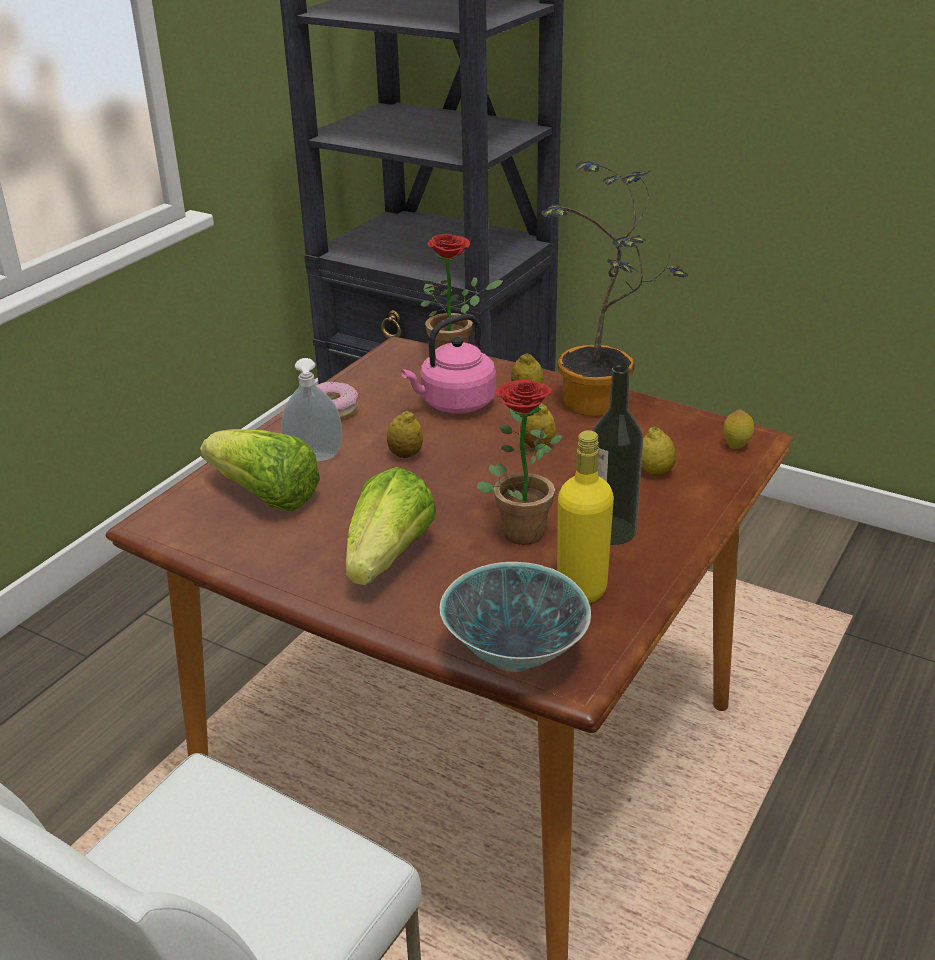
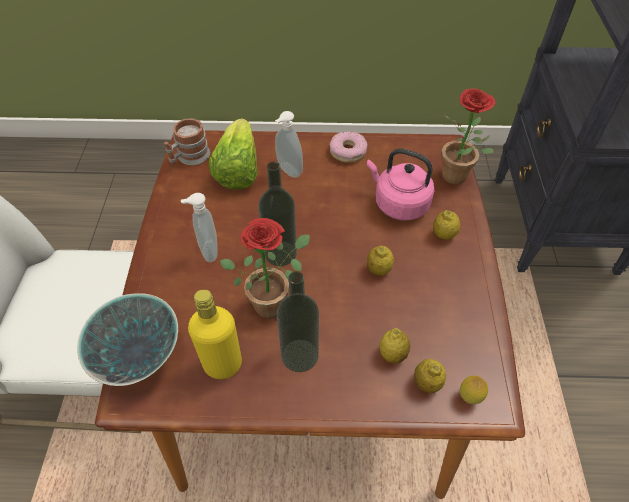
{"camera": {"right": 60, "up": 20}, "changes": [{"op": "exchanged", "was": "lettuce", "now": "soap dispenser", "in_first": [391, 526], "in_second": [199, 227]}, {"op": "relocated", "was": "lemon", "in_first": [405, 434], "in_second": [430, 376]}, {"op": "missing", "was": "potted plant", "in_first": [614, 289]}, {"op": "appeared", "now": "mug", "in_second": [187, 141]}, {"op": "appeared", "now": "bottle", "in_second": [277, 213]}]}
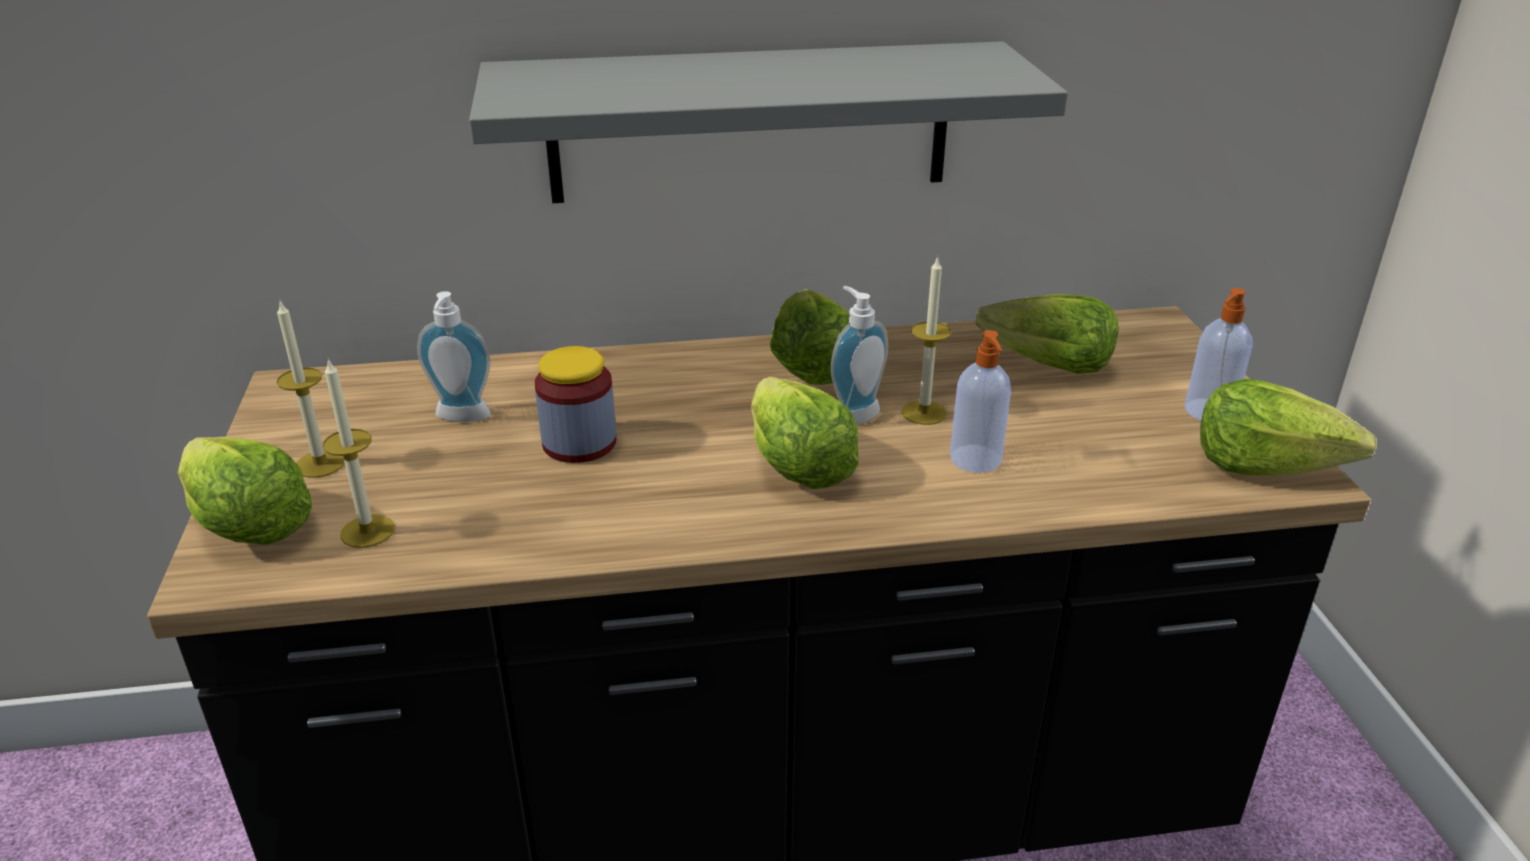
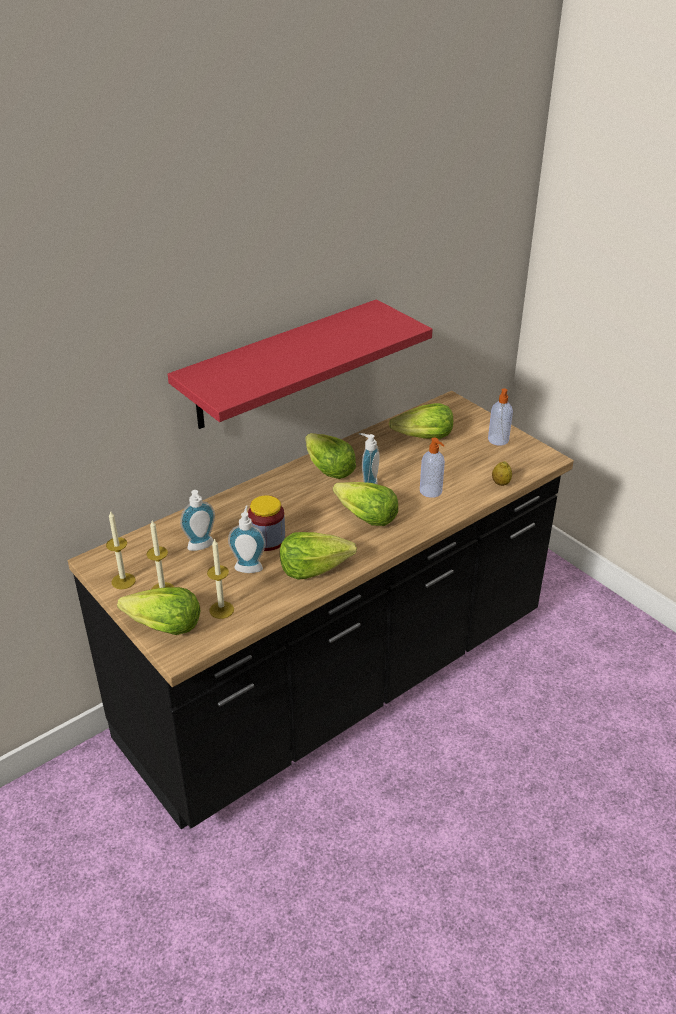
{"camera": {"right": -30, "up": 5}, "changes": [{"op": "colour", "was": "grey shelf", "now": "red shelf", "in_first": [768, 122], "in_second": [300, 364]}, {"op": "relocated", "was": "candle", "in_first": [926, 340], "in_second": [121, 549]}, {"op": "relocated", "was": "lettuce", "in_first": [1288, 427], "in_second": [318, 556]}, {"op": "appeared", "now": "soap dispenser", "in_second": [247, 539]}, {"op": "appeared", "now": "lemon", "in_second": [502, 473]}]}
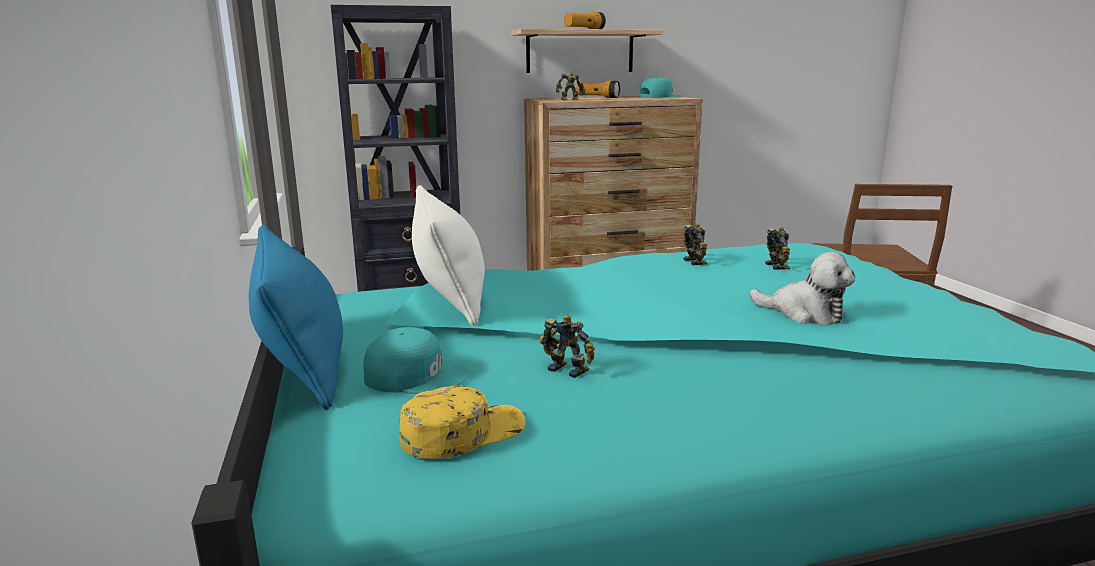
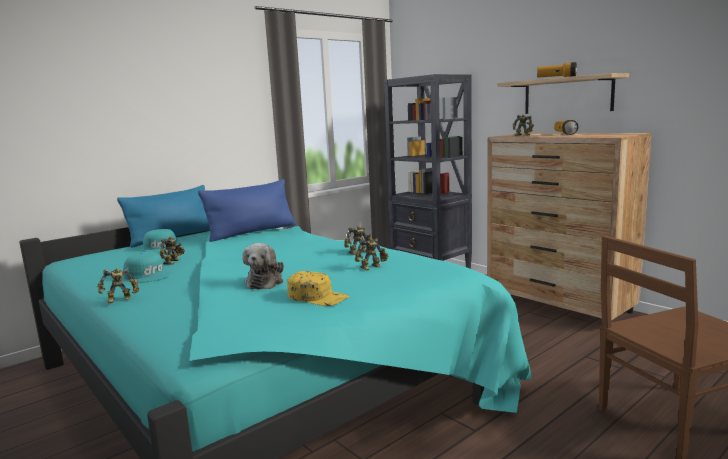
{"camera": {"right": 65, "up": -5}, "changes": [{"op": "relocated", "was": "yellow cap", "in_first": [462, 422], "in_second": [318, 288]}, {"op": "colour", "was": "white pillow", "now": "blue pillow", "in_first": [448, 255], "in_second": [247, 210]}, {"op": "relocated", "was": "turquoise cap", "in_first": [660, 87], "in_second": [148, 267]}, {"op": "appeared", "now": "toy robot", "in_second": [118, 286]}]}
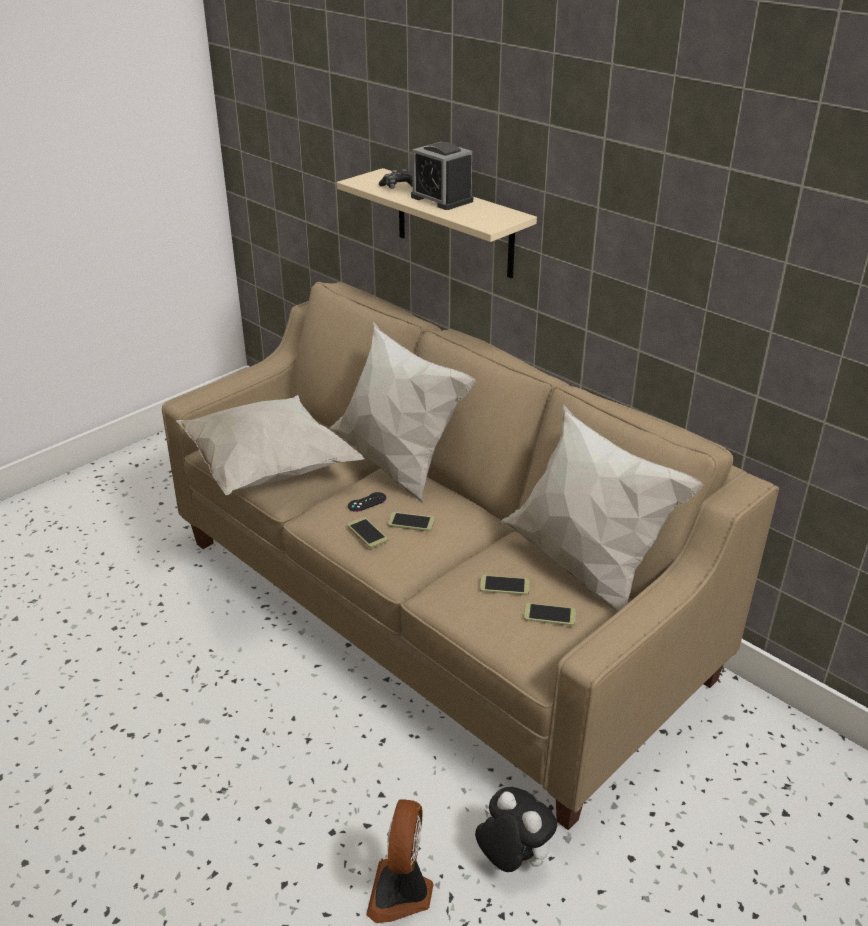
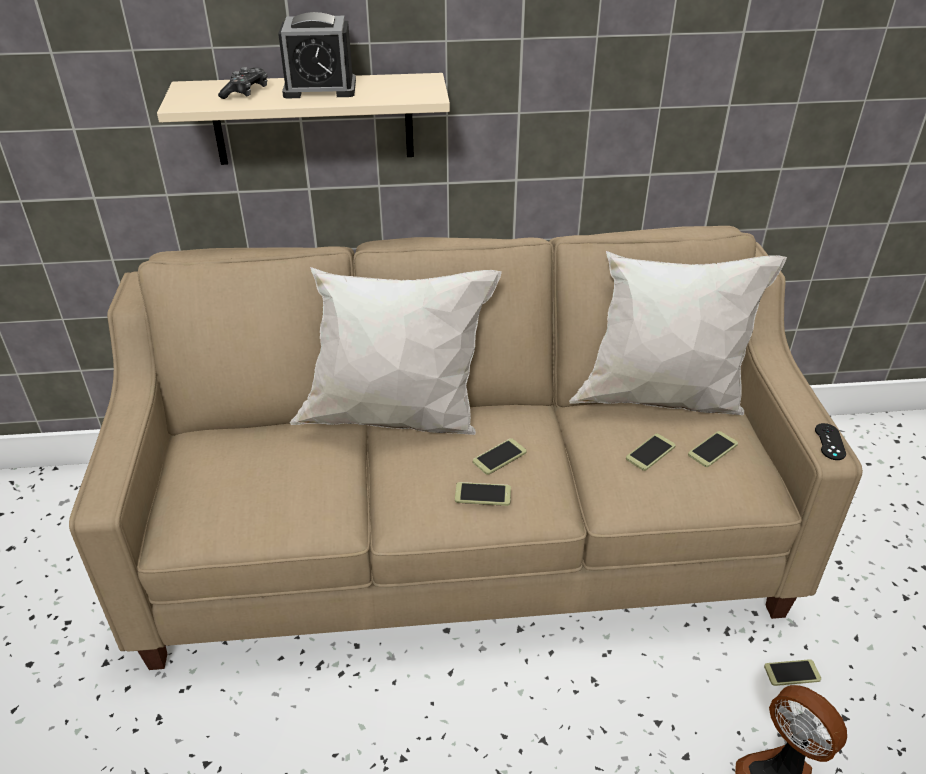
{"camera": {"right": -50, "up": 5}, "changes": [{"op": "missing", "was": "white pillow", "in_first": [270, 445]}, {"op": "relocated", "was": "black game controller", "in_first": [367, 502], "in_second": [830, 441]}, {"op": "exchanged", "was": "plush toy", "now": "phone", "in_first": [516, 829], "in_second": [792, 672]}]}
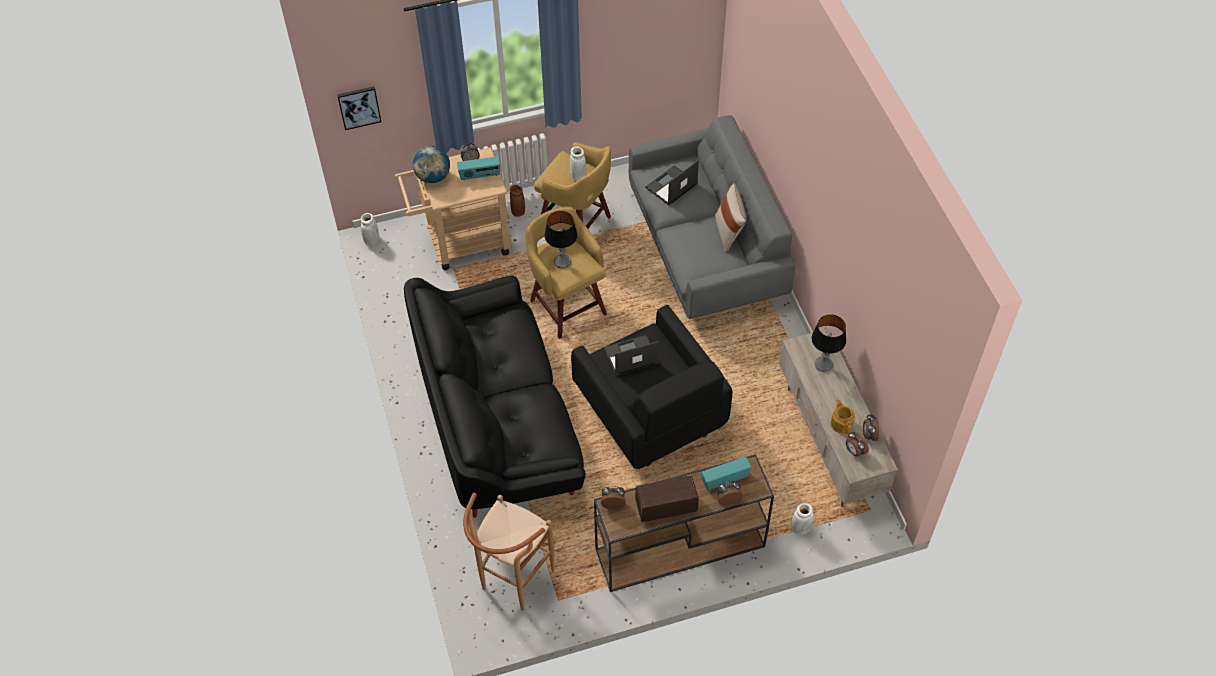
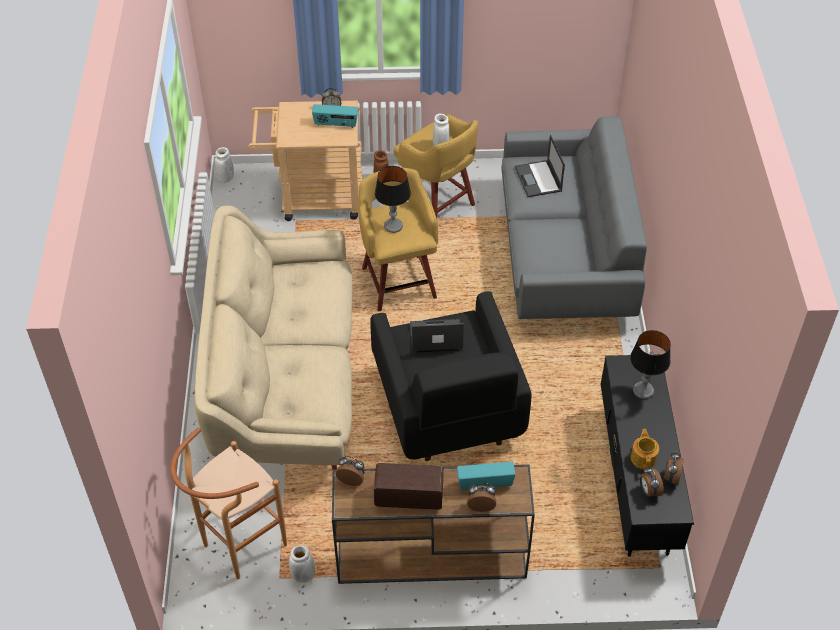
{"camera": {"right": 15, "up": -5}, "changes": [{"op": "missing", "was": "picture", "in_first": [359, 108]}, {"op": "colour", "was": "black sofa", "now": "beige sofa", "in_first": [495, 396], "in_second": [273, 337]}, {"op": "missing", "was": "globe", "in_first": [431, 164]}, {"op": "spun", "was": "laptop", "in_first": [672, 182], "in_second": [540, 165], "clockwise": -75}, {"op": "missing", "was": "beige pillow", "in_first": [731, 218]}, {"op": "colour", "was": "beige tv stand", "now": "black tv stand", "in_first": [838, 418], "in_second": [647, 455]}, {"op": "relocated", "was": "white vase", "in_first": [802, 519], "in_second": [302, 564]}]}
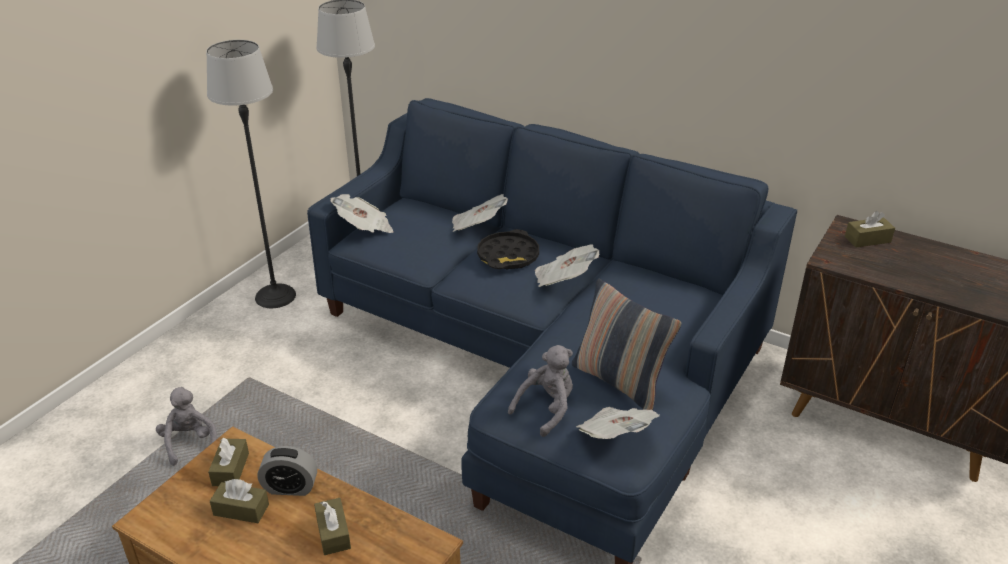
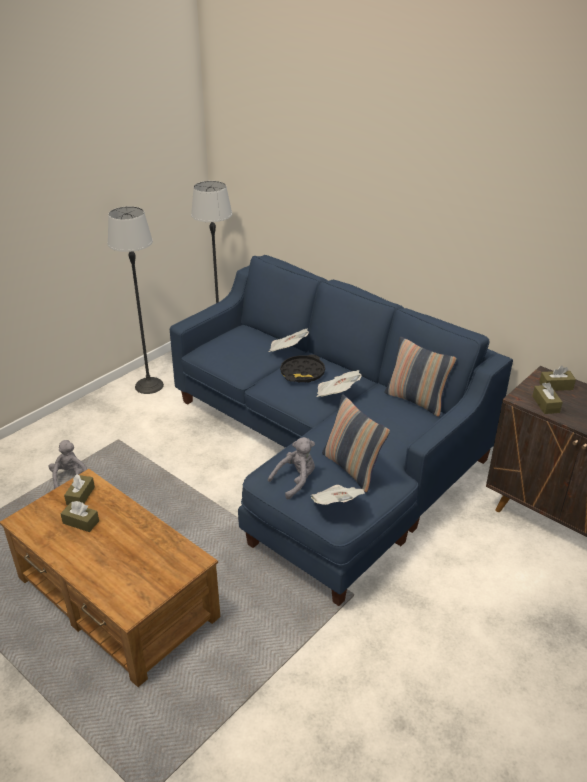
{"camera": {"right": 10, "up": 0}, "changes": [{"op": "missing", "was": "alarm clock", "in_first": [287, 471]}, {"op": "relocated", "was": "brown tissue box", "in_first": [332, 526], "in_second": [547, 398]}, {"op": "missing", "was": "newspaper", "in_first": [362, 213]}, {"op": "appeared", "now": "pillow", "in_second": [420, 377]}]}
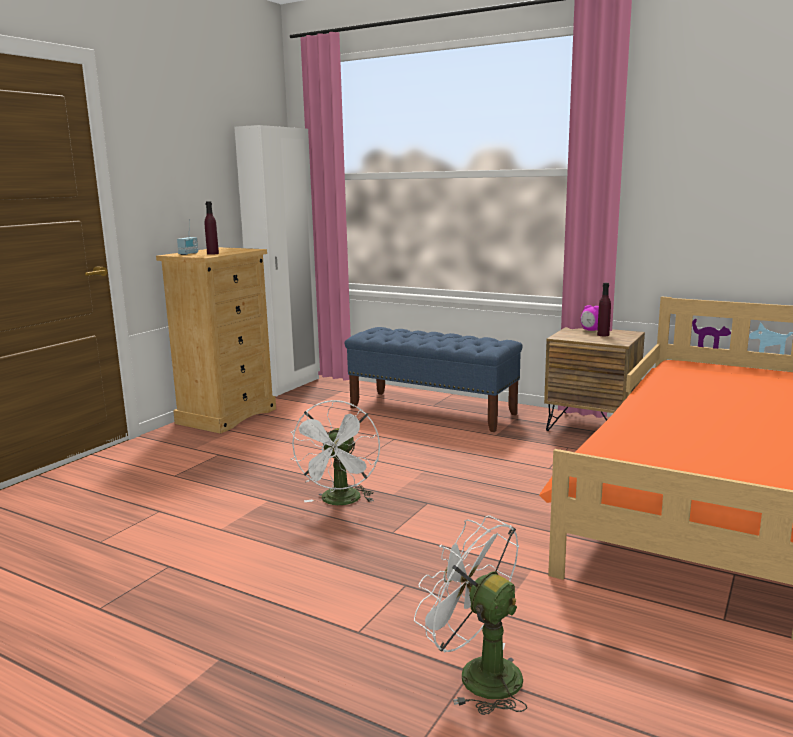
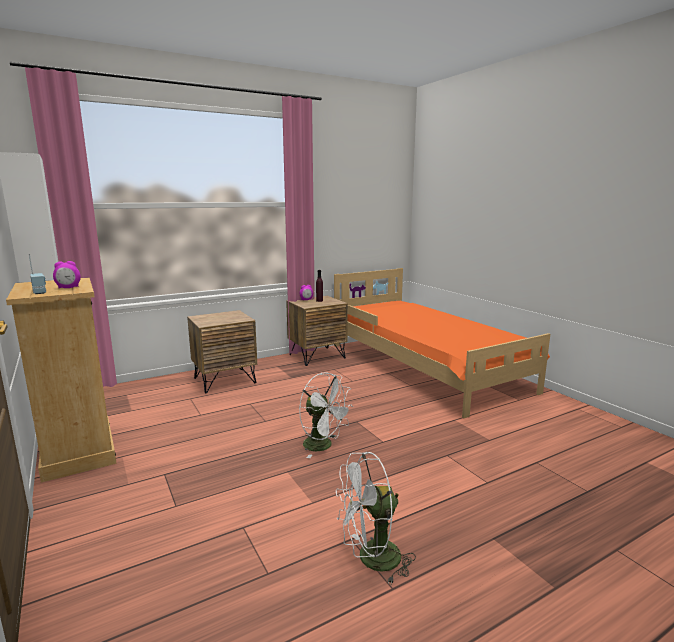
{"camera": {"right": -60, "up": 0}, "changes": [{"op": "exchanged", "was": "purple bottle", "now": "alarm clock", "in_first": [212, 228], "in_second": [67, 274]}, {"op": "exchanged", "was": "blue bench", "now": "brown nightstand", "in_first": [434, 379], "in_second": [222, 351]}, {"op": "relocated", "was": "white fan", "in_first": [470, 615], "in_second": [376, 518]}]}
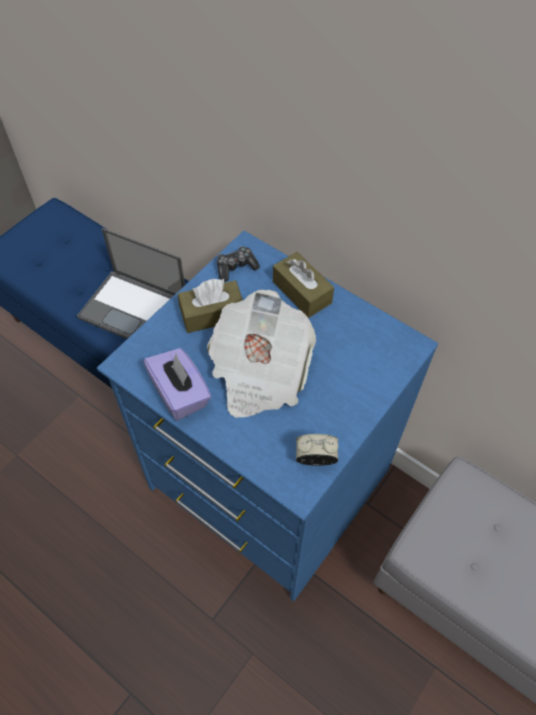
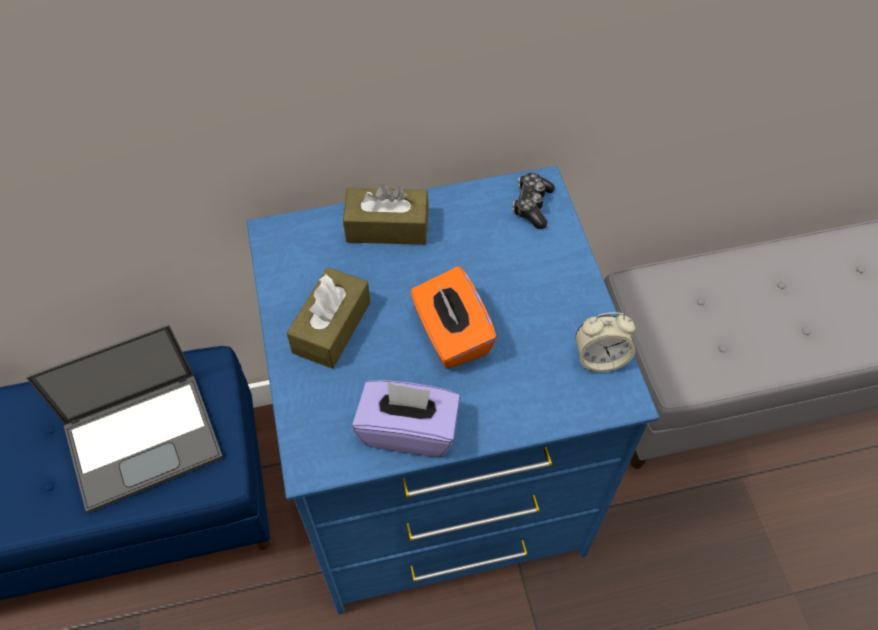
{"camera": {"right": -50, "up": 0}, "changes": [{"op": "exchanged", "was": "newspaper", "now": "orange tissue box", "in_first": [261, 354], "in_second": [453, 317]}, {"op": "relocated", "was": "game controller", "in_first": [238, 264], "in_second": [534, 201]}, {"op": "spun", "was": "alarm clock", "in_first": [317, 450], "in_second": [606, 342], "clockwise": -135}]}
